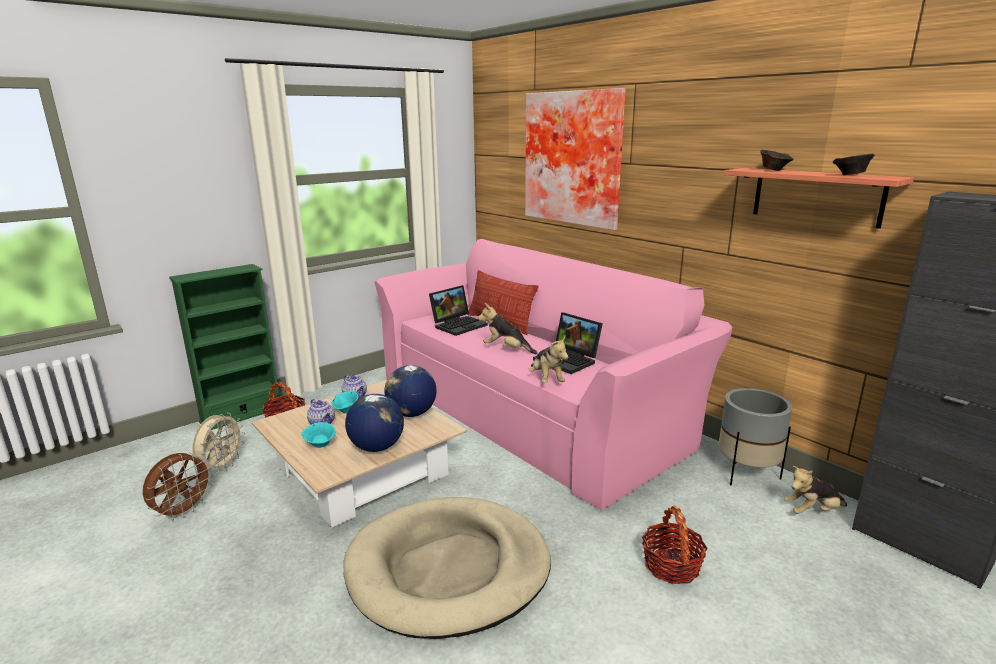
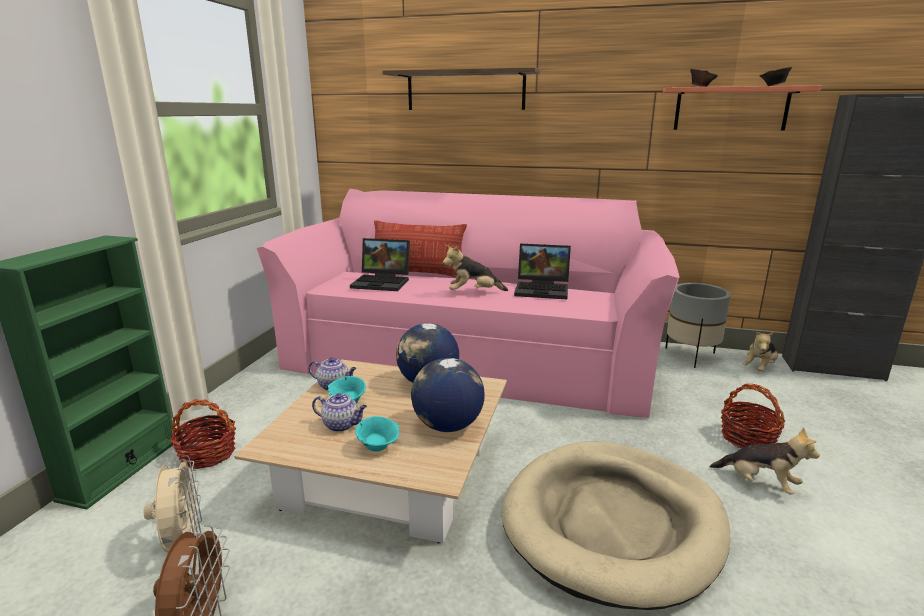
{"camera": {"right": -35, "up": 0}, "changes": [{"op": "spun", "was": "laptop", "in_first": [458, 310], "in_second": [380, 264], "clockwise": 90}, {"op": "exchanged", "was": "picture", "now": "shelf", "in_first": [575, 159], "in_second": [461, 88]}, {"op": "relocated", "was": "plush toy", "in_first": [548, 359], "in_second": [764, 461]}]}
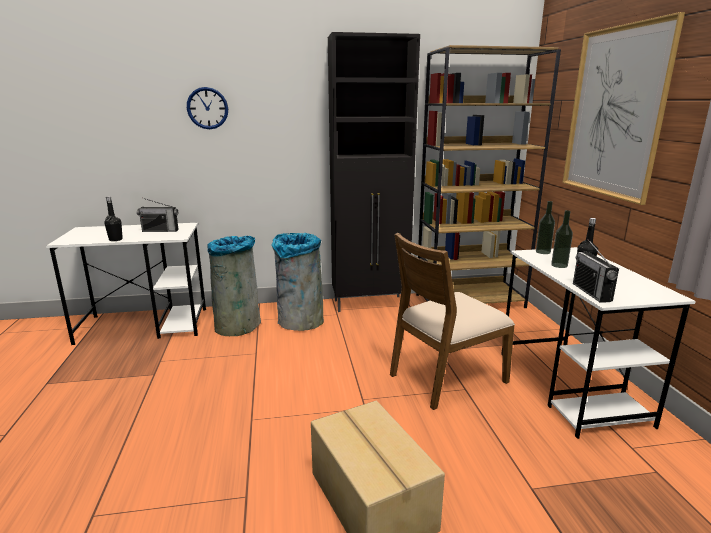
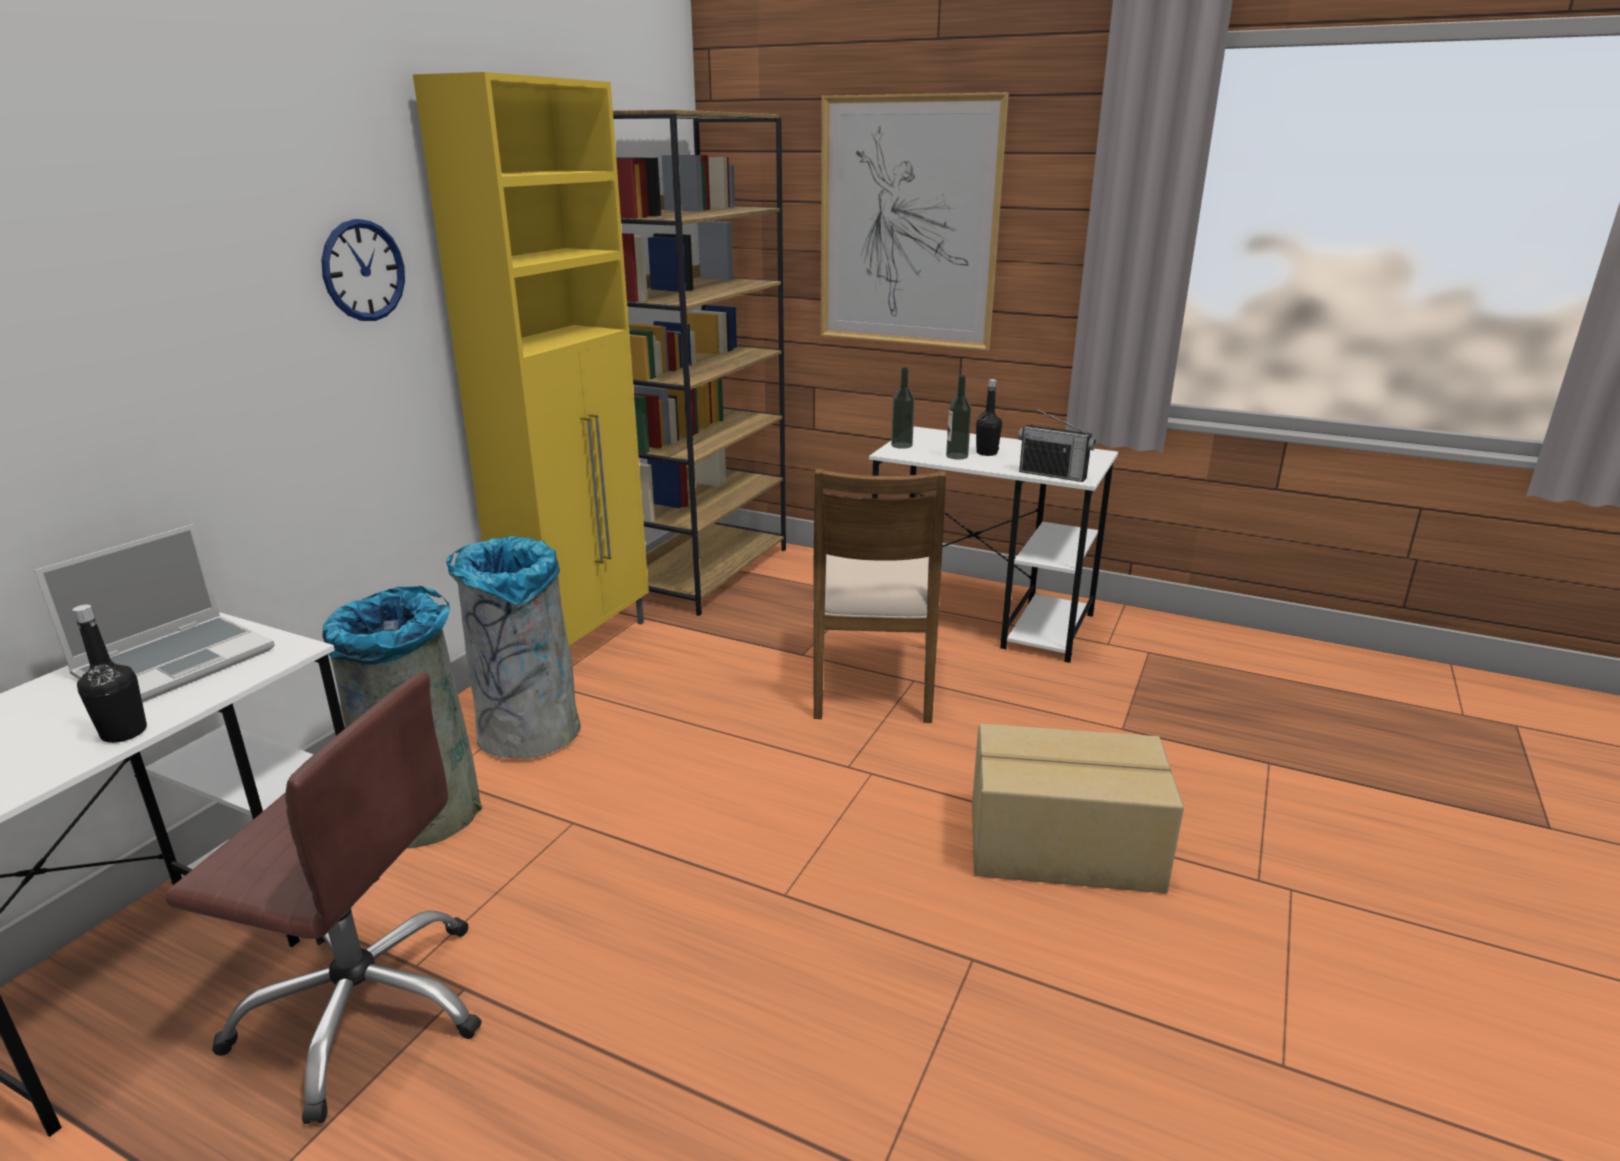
{"camera": {"right": -55, "up": 5}, "changes": [{"op": "exchanged", "was": "radio", "now": "laptop", "in_first": [157, 215], "in_second": [154, 613]}, {"op": "relocated", "was": "wall clock", "in_first": [207, 108], "in_second": [363, 270]}, {"op": "colour", "was": "black cabinet", "now": "yellow cabinet", "in_first": [374, 172], "in_second": [531, 359]}, {"op": "appeared", "now": "brown office chair", "in_second": [323, 898]}]}
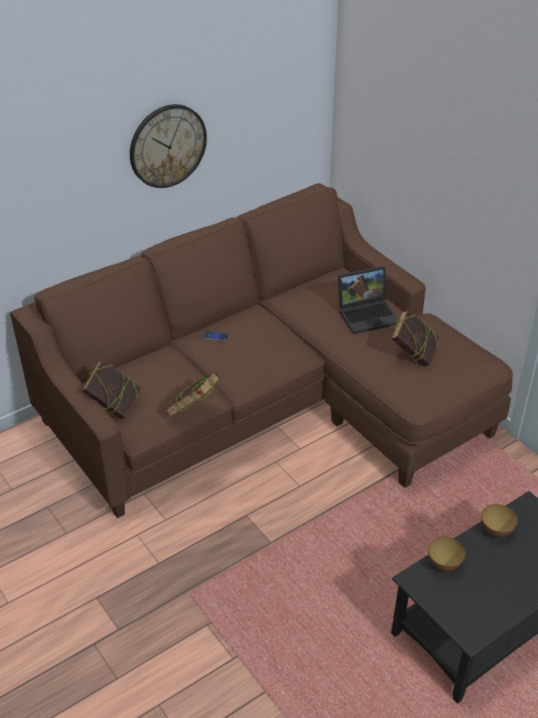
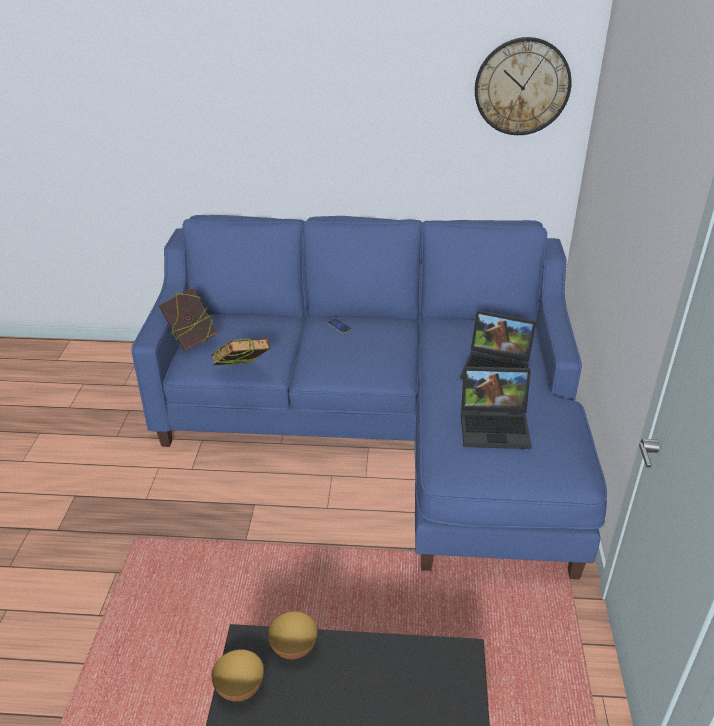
{"camera": {"right": 40, "up": -5}, "changes": [{"op": "colour", "was": "brown sofa", "now": "blue sofa", "in_first": [261, 350], "in_second": [369, 397]}, {"op": "relocated", "was": "wall clock", "in_first": [168, 146], "in_second": [523, 86]}, {"op": "exchanged", "was": "book", "now": "laptop", "in_first": [415, 338], "in_second": [496, 407]}, {"op": "relocated", "was": "bowl", "in_first": [499, 520], "in_second": [238, 675]}]}
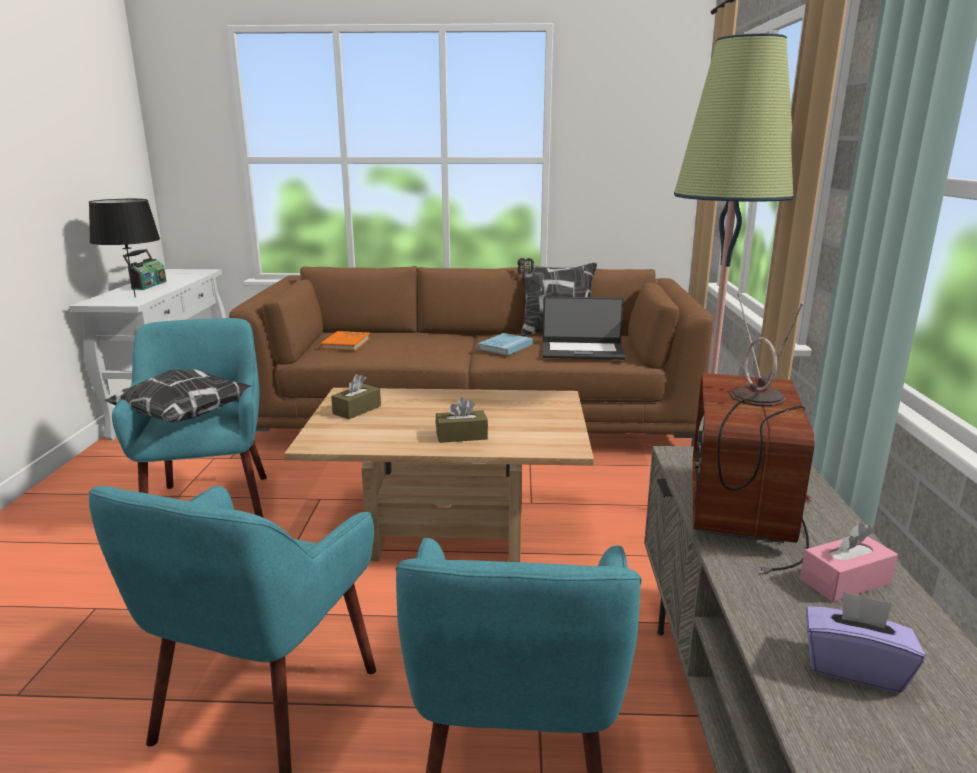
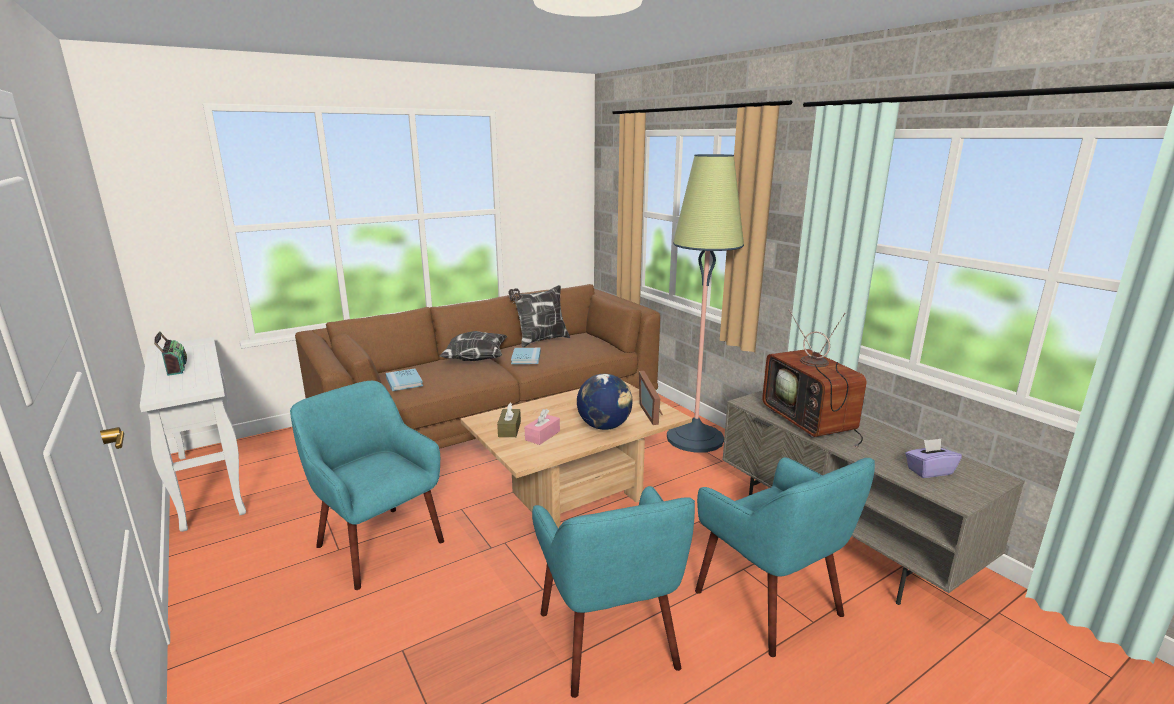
{"camera": {"right": -35, "up": 0}, "changes": [{"op": "missing", "was": "black table lamp", "in_first": [124, 248]}, {"op": "relocated", "was": "pillow", "in_first": [178, 396], "in_second": [473, 346]}, {"op": "colour", "was": "orange book", "now": "blue book", "in_first": [345, 341], "in_second": [404, 379]}, {"op": "exchanged", "was": "brown tissue box", "now": "globe", "in_first": [462, 420], "in_second": [605, 402]}, {"op": "missing", "was": "laptop", "in_first": [584, 328]}, {"op": "relocated", "was": "pink tissue box", "in_first": [849, 562], "in_second": [542, 427]}, {"op": "appeared", "now": "picture frame", "in_second": [651, 398]}]}
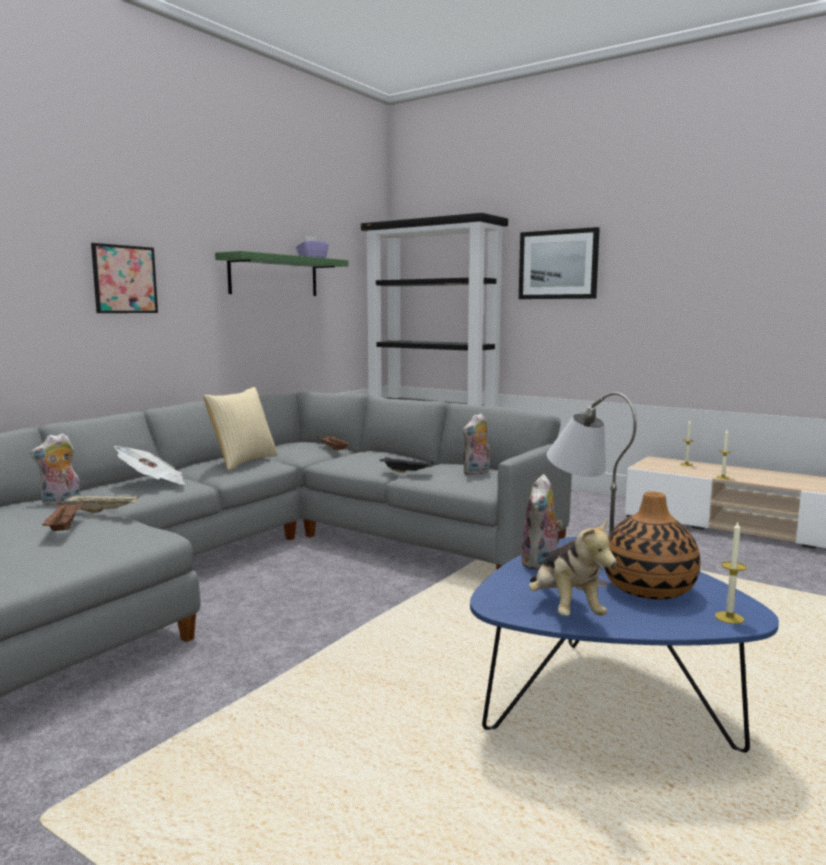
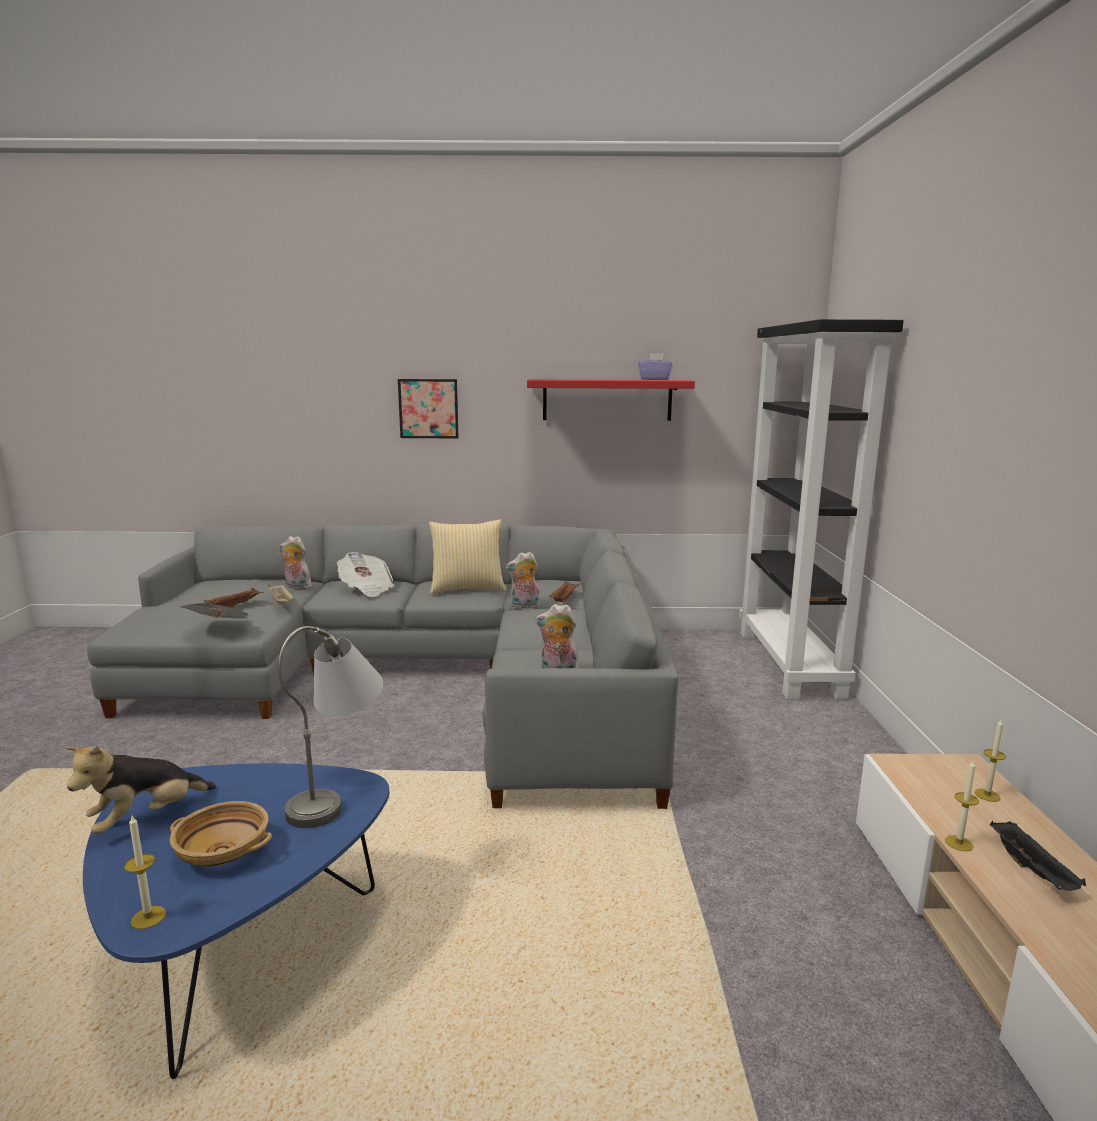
{"camera": {"right": 55, "up": 5}, "changes": [{"op": "colour", "was": "green shelf", "now": "red shelf", "in_first": [282, 273], "in_second": [611, 400]}, {"op": "relocated", "was": "black tray", "in_first": [407, 465], "in_second": [1038, 856]}, {"op": "missing", "was": "picture", "in_first": [559, 263]}, {"op": "relocated", "was": "plush toy", "in_first": [542, 522], "in_second": [522, 580]}, {"op": "exchanged", "was": "vase", "now": "beige bowl", "in_first": [652, 545], "in_second": [220, 833]}, {"op": "appeared", "now": "newspaper", "in_second": [214, 611]}]}
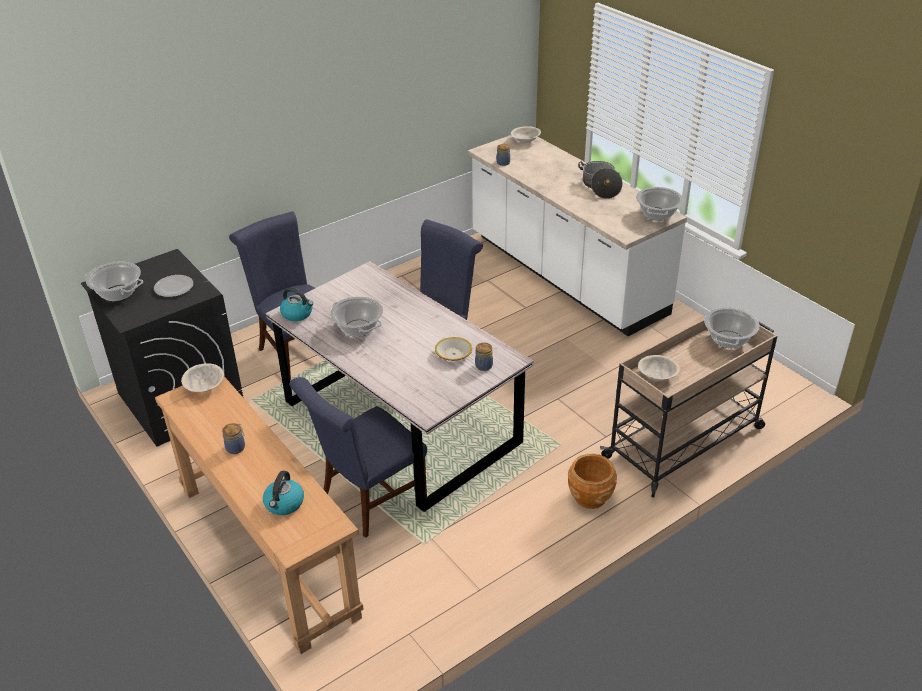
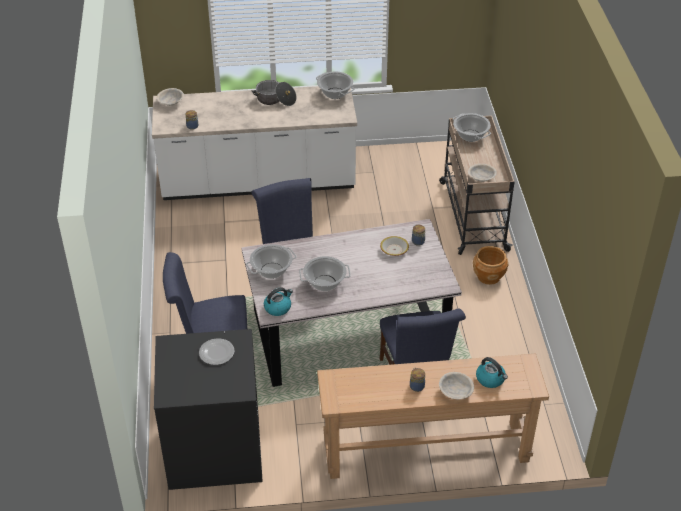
{"camera": {"right": -60, "up": 5}, "changes": [{"op": "relocated", "was": "cooking pot", "in_first": [114, 281], "in_second": [271, 261]}, {"op": "relocated", "was": "beige bowl", "in_first": [202, 377], "in_second": [456, 385]}]}
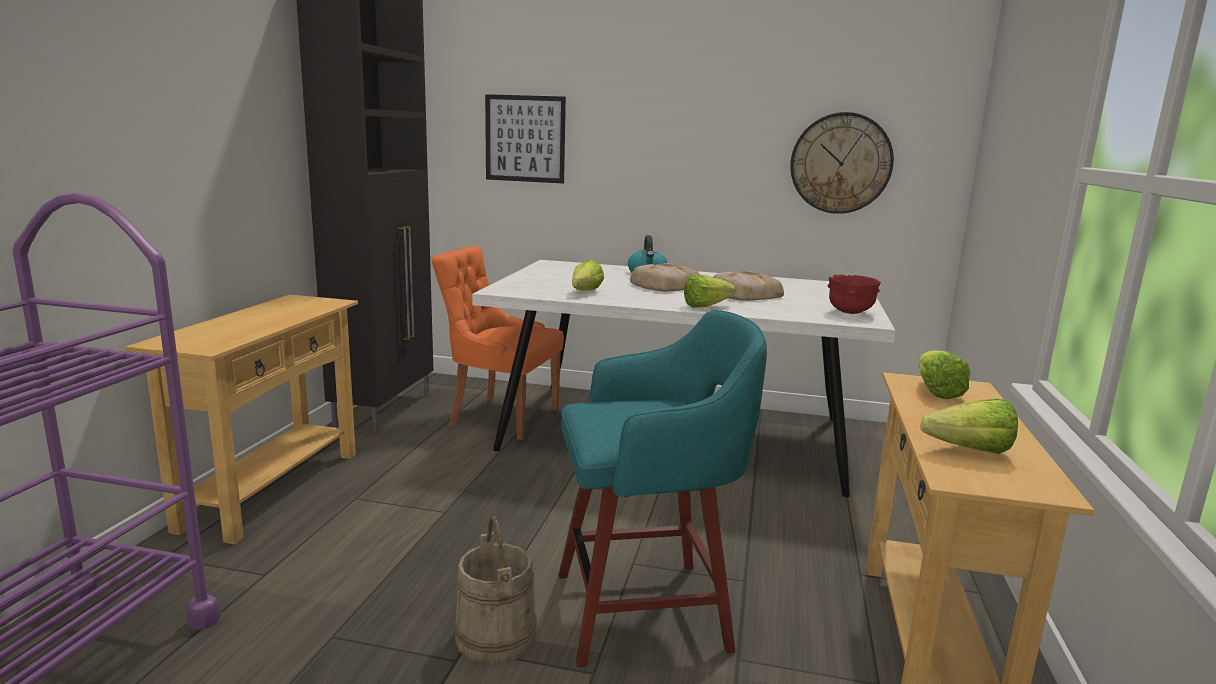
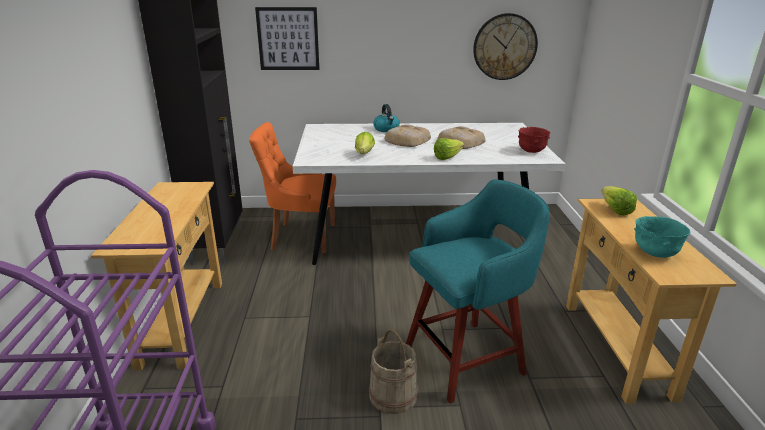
{"camera": {"right": -15, "up": 10}, "changes": [{"op": "exchanged", "was": "lettuce", "now": "turquoise bowl", "in_first": [969, 426], "in_second": [662, 237]}]}
